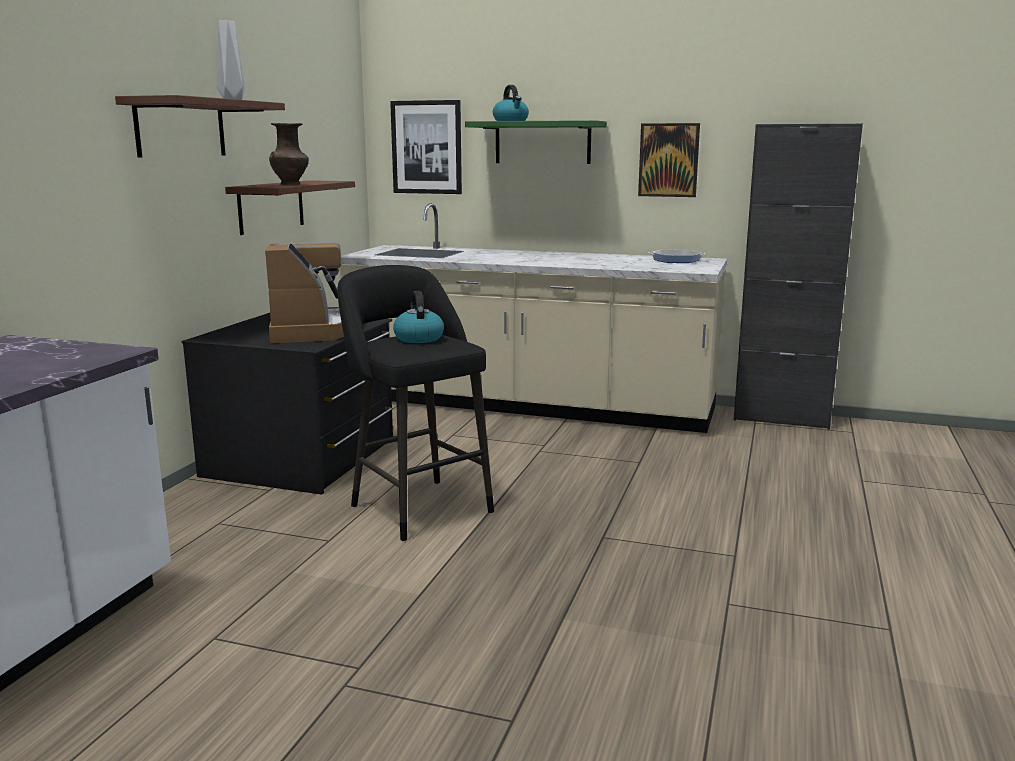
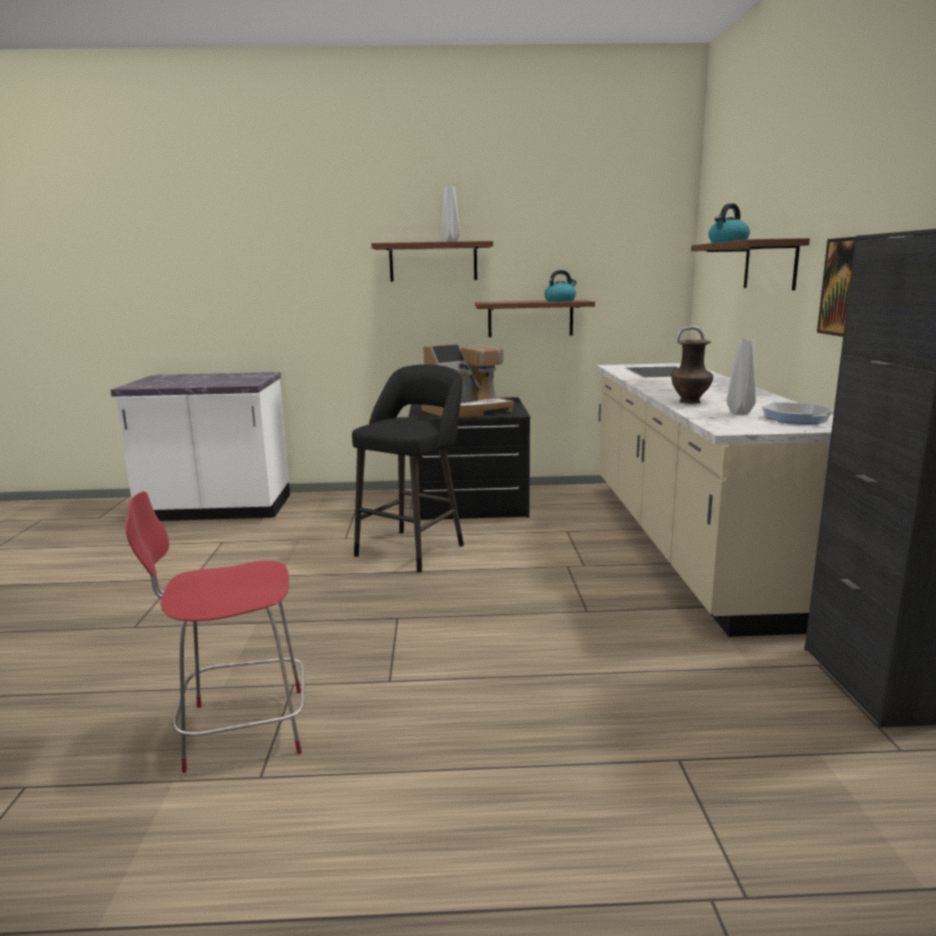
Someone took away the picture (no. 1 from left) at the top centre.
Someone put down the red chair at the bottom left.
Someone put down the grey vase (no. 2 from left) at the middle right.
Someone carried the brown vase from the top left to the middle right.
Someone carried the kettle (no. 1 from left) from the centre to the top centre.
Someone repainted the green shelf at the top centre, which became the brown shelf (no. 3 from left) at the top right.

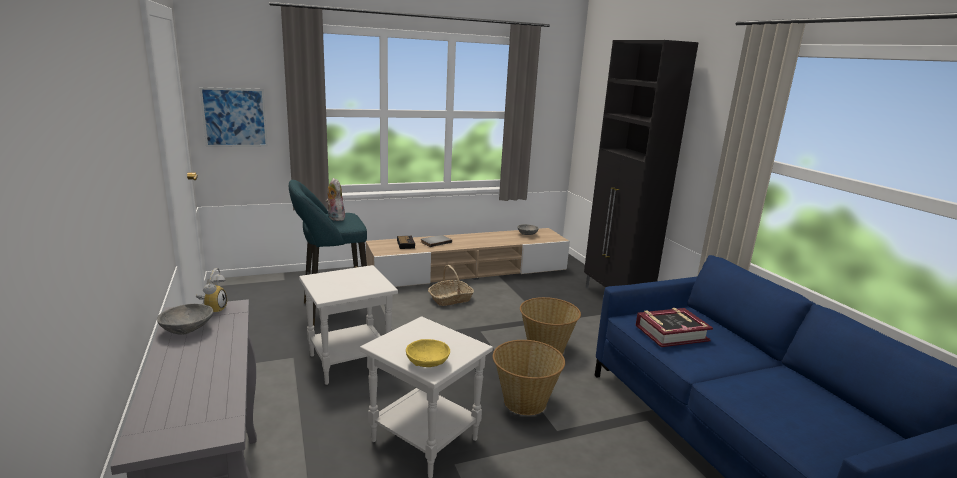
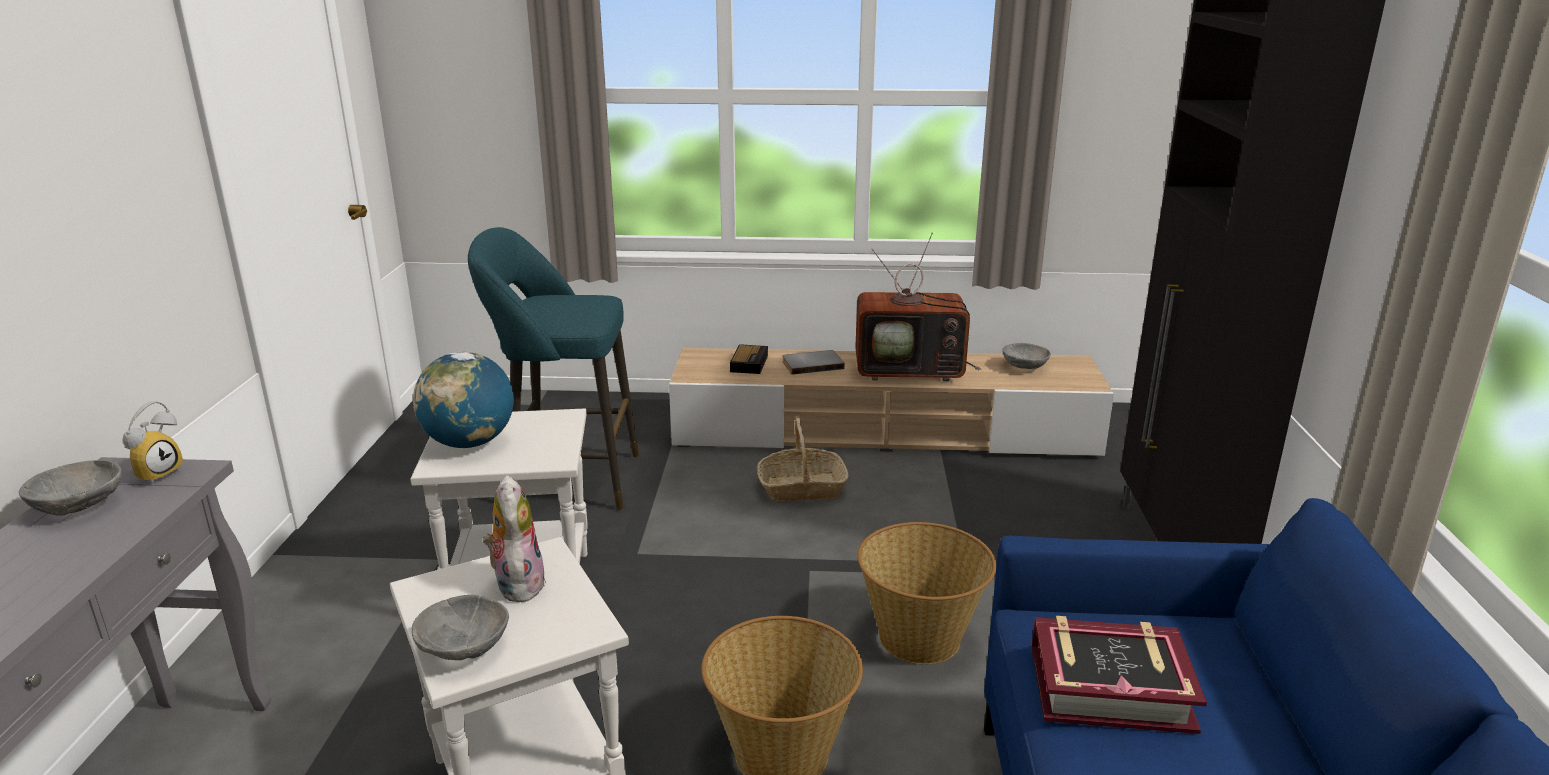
Someone took away the picture at the top left.
Someone put down the globe at the middle left.
Someone put down the television at the centre.
Someone carried the plush toy from the centre to the bottom left.
Someone repainted the yellow bowl at the bottom centre, which became the grey bowl (no. 2 from left) at the bottom left.

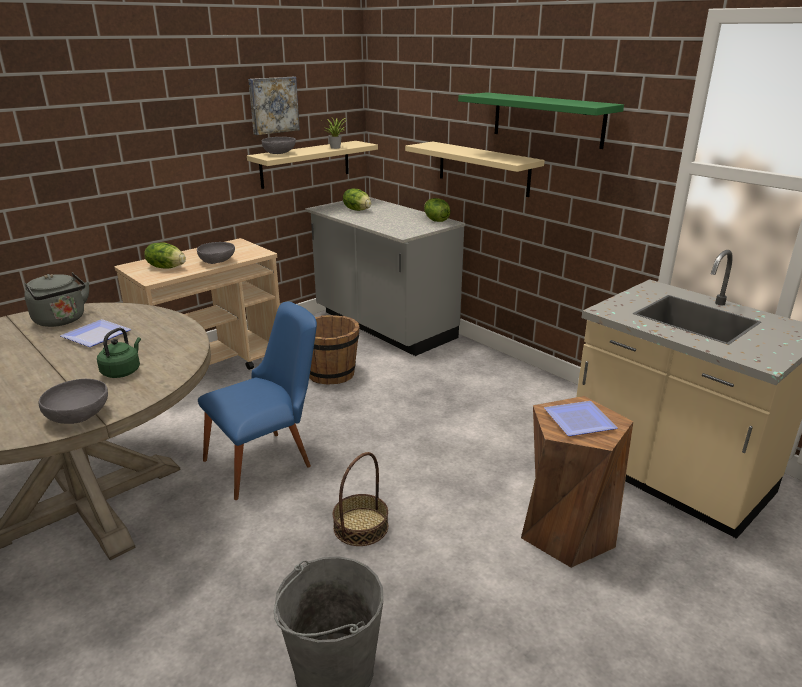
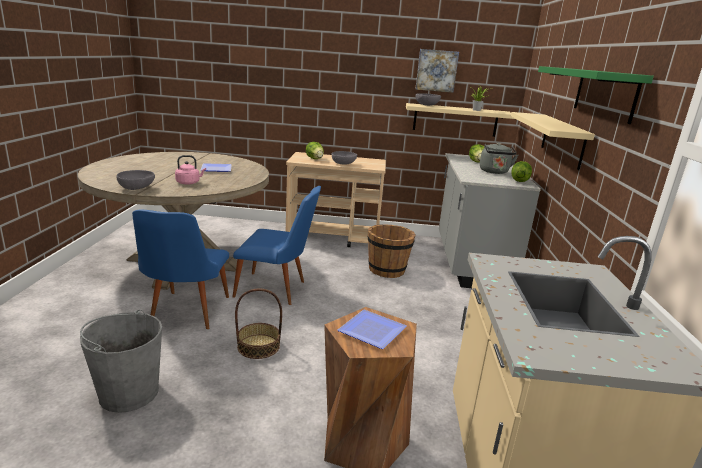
Someone put down the blue chair (no. 1 from left) at the middle left.
Someone carried the grey kettle from the middle left to the middle right.
Someone repainted the green kettle at the middle left, which became the pink kettle at the middle left.

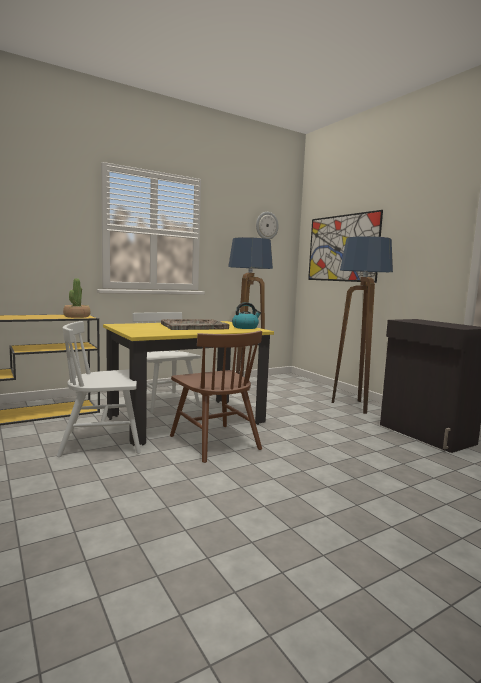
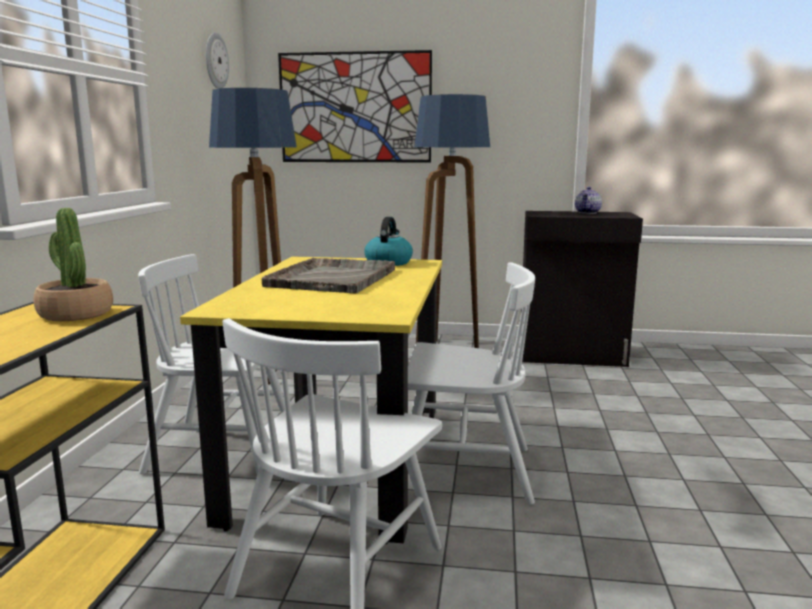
Someone put down the teapot at the top right.
Someone repainted the brown chair at the centre, which became the white chair (no. 3 from left) at the centre.

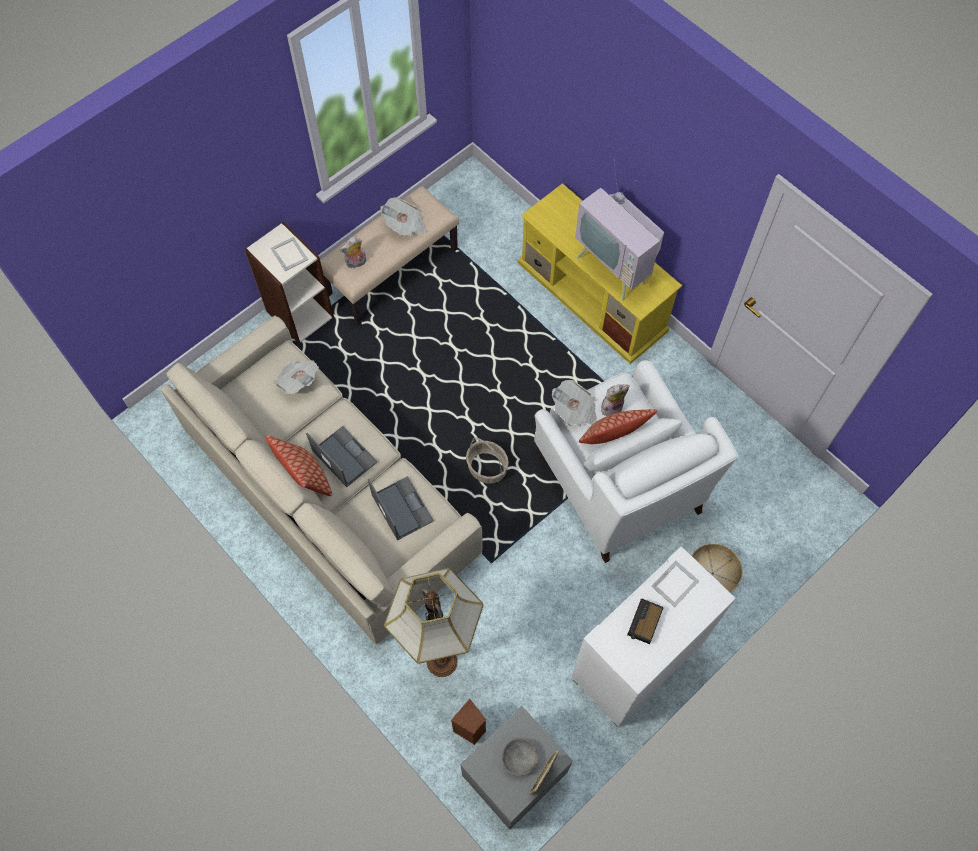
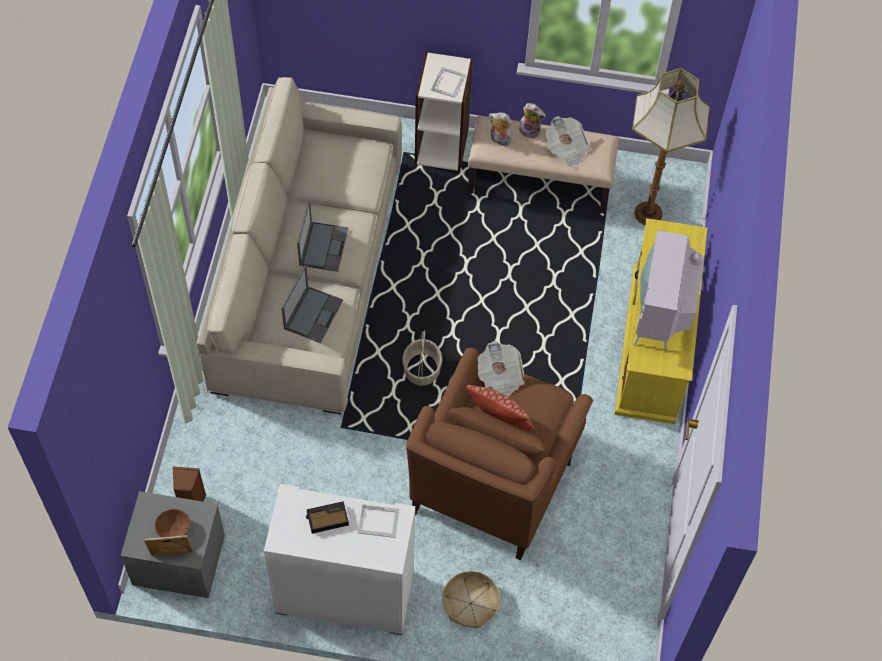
Someone took away the pillow (no. 1 from left) at the middle left.
Someone took away the newspaper (no. 1 from left) at the middle left.
Someone carried the floor lamp from the bottom centre to the top right.
Someone carried the plush toy (no. 2 from left) from the centre to the top centre.
Someone repainted the grey bowl at the bottom centre, which became the brown bowl at the bottom left.
Someone repainted the white armchair at the centre, which became the brown armchair at the bottom centre.

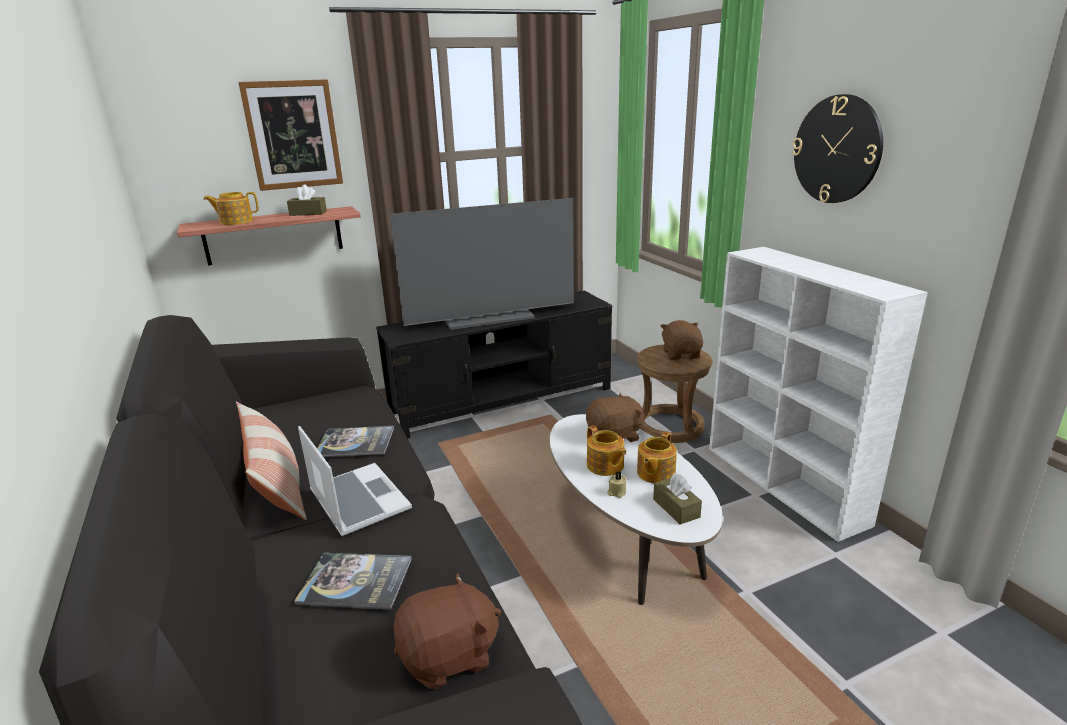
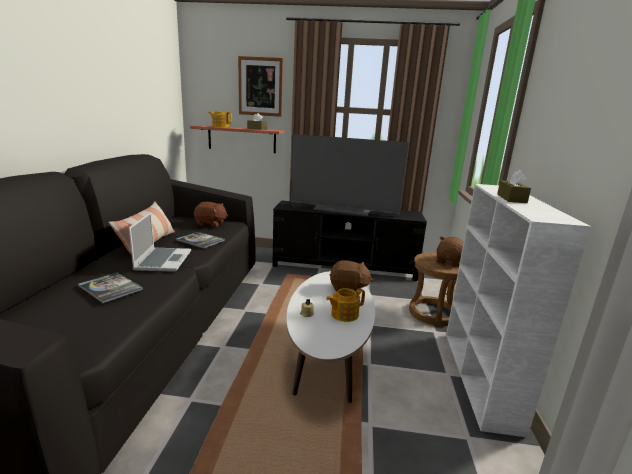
Someone took away the teapot (no. 2 from left) at the centre.
Someone took away the wall clock at the top right.
Someone carried the brown plush toy (no. 1 from left) from the bottom centre to the centre.
Someone carried the brown tissue box (no. 2 from left) from the bottom centre to the middle right.

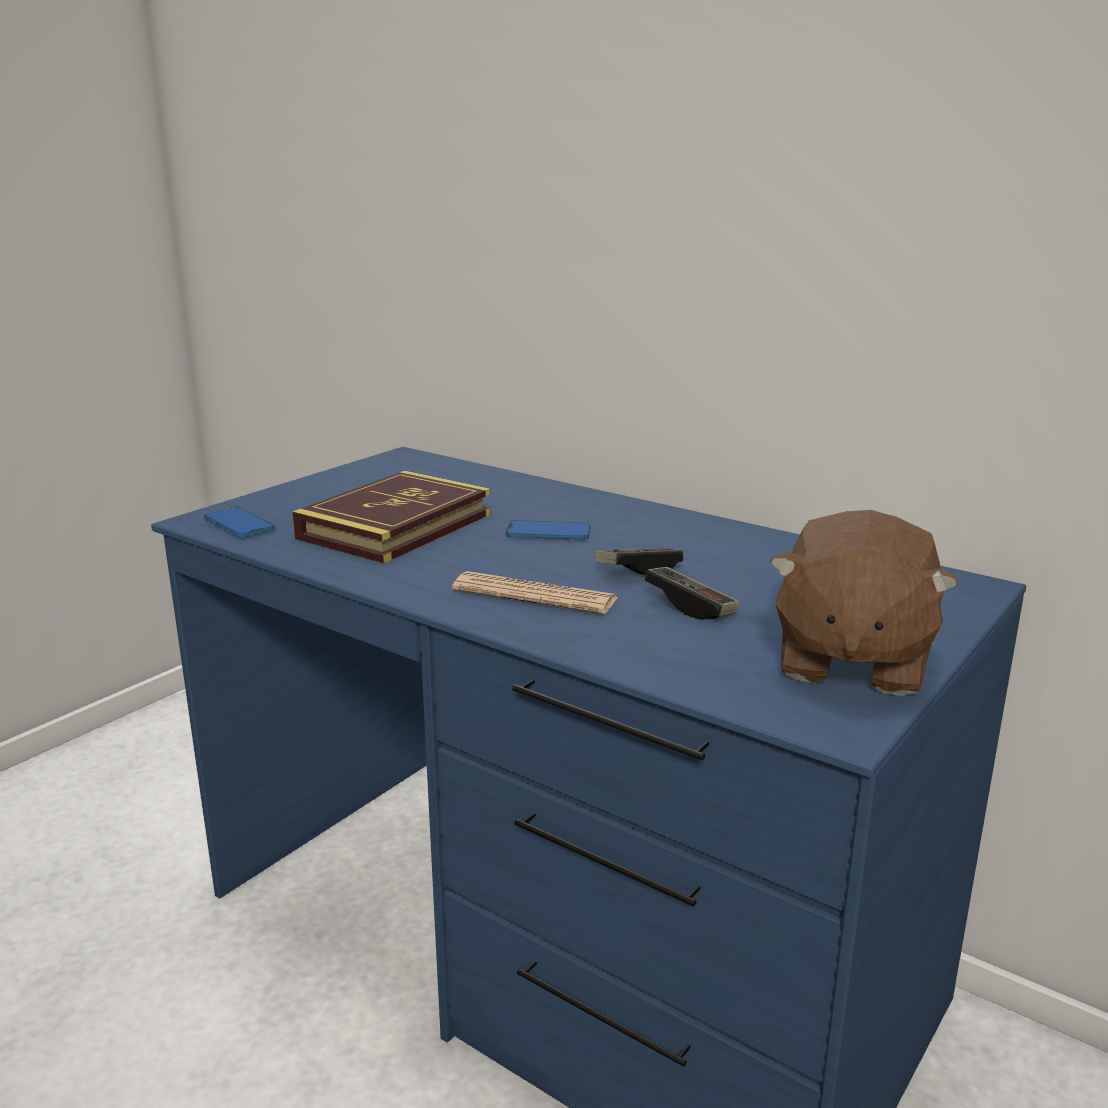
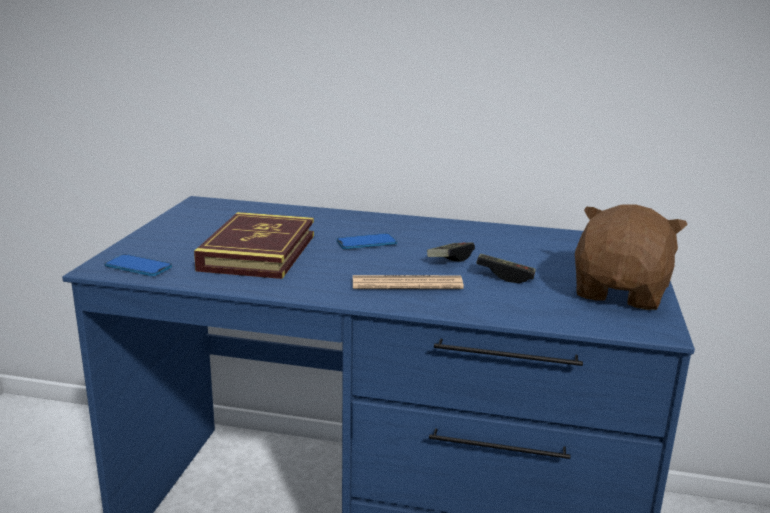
Someone rotated the brown plush toy at the middle right by 150 degrees counterclockwise.

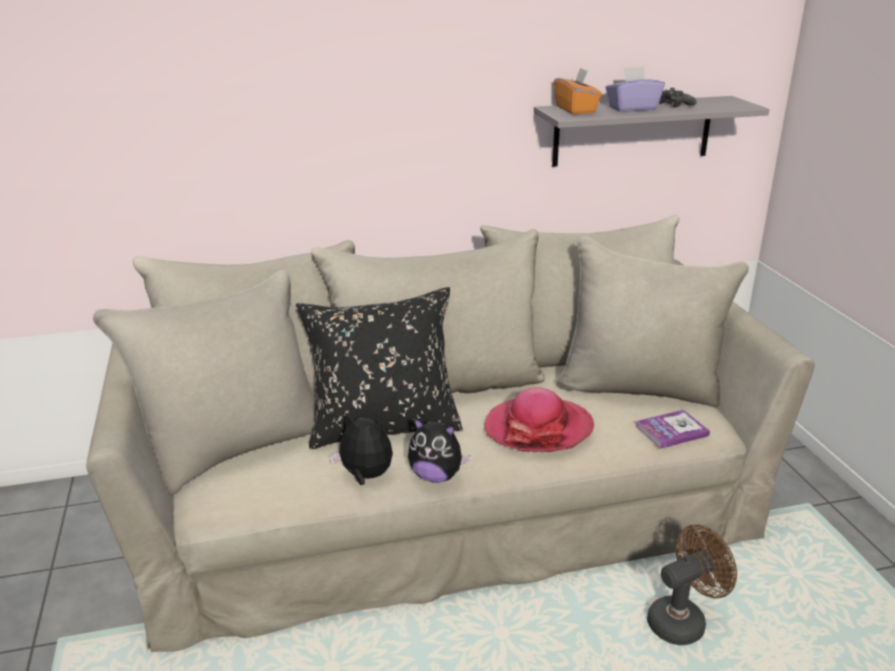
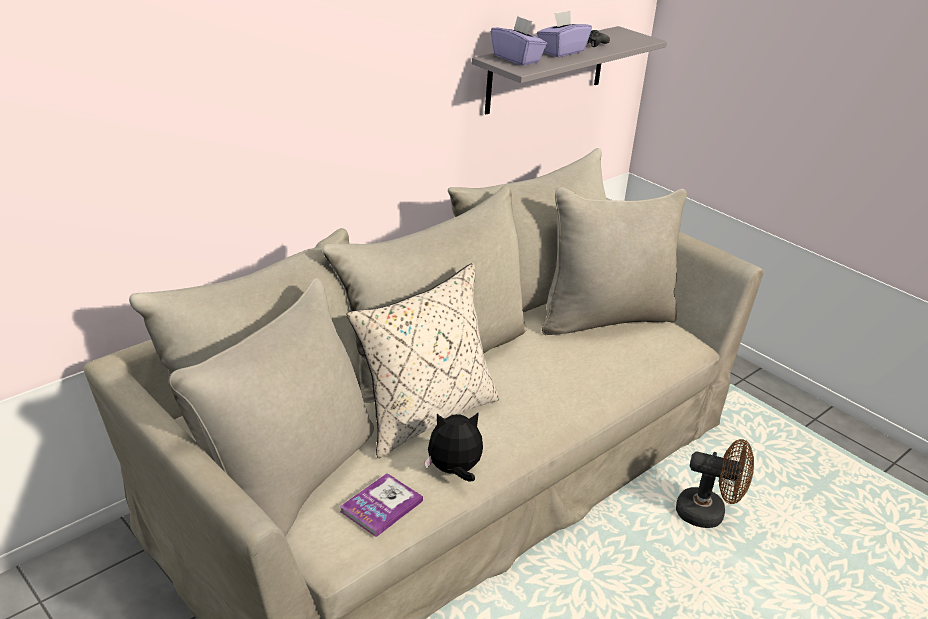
Someone took away the plush toy (no. 2 from left) at the bottom centre.
Someone took away the hat at the centre.
Someone carried the book from the middle right to the bottom centre.
Someone repainted the black pillow at the centre, which became the beige pillow at the centre.
Someone repainted the orange tissue box at the top centre, which became the purple tissue box (no. 1 from left) at the top centre.
Someone rotated the brown fan at the bottom right by 75 degrees clockwise.

